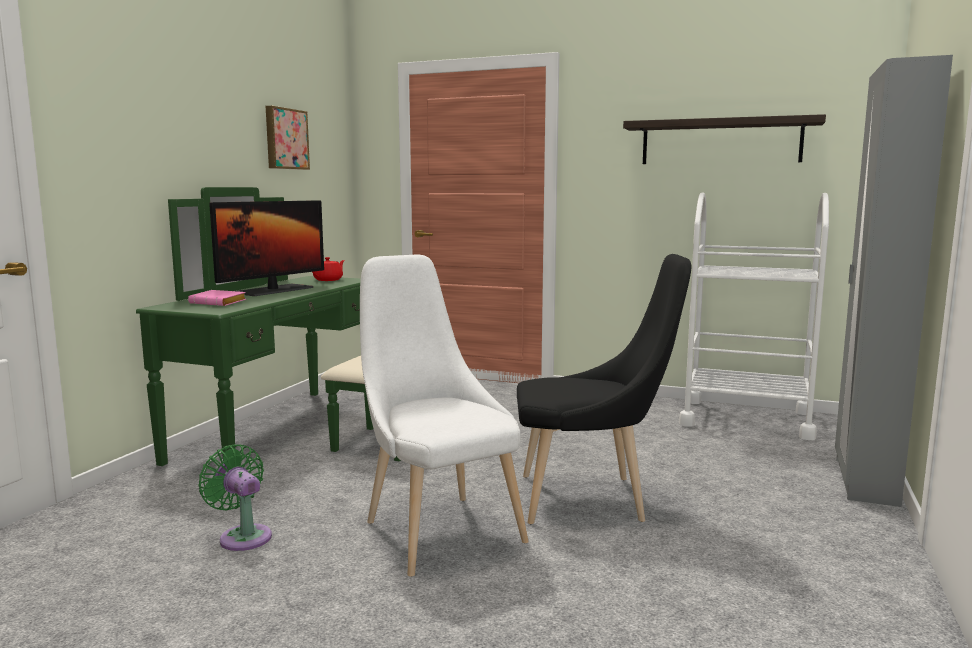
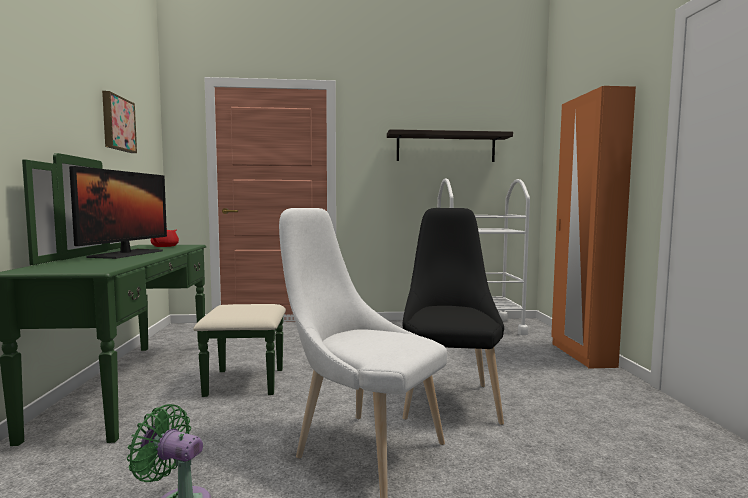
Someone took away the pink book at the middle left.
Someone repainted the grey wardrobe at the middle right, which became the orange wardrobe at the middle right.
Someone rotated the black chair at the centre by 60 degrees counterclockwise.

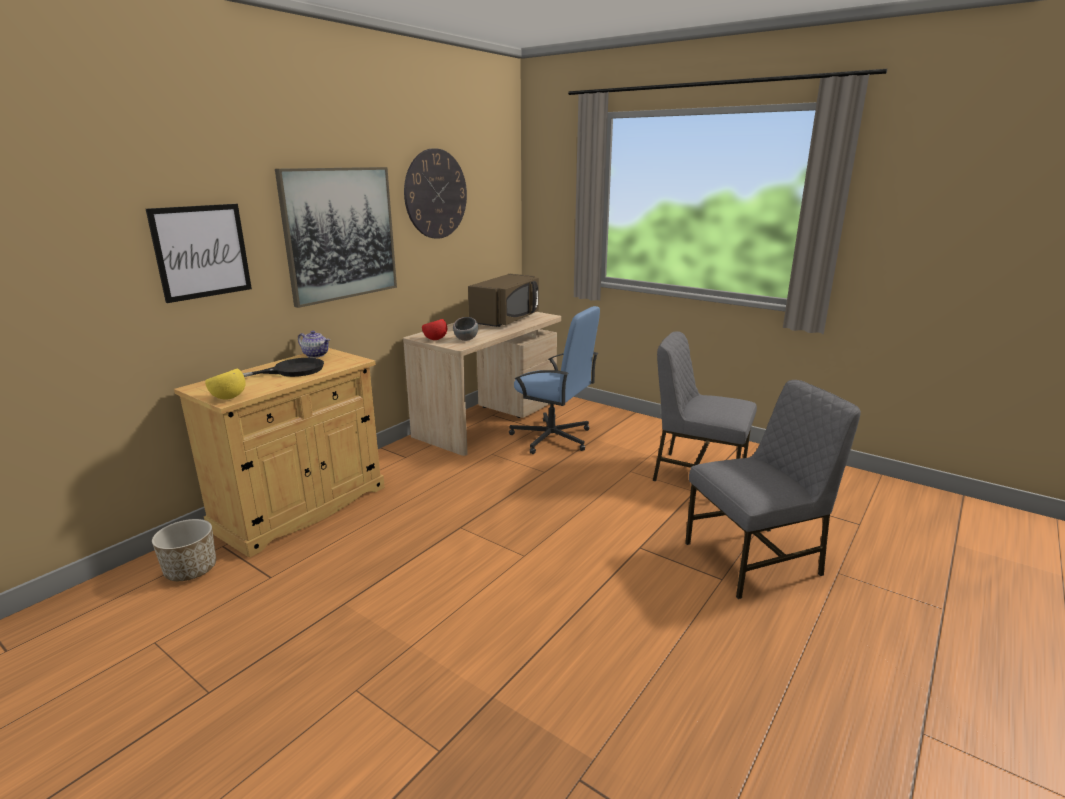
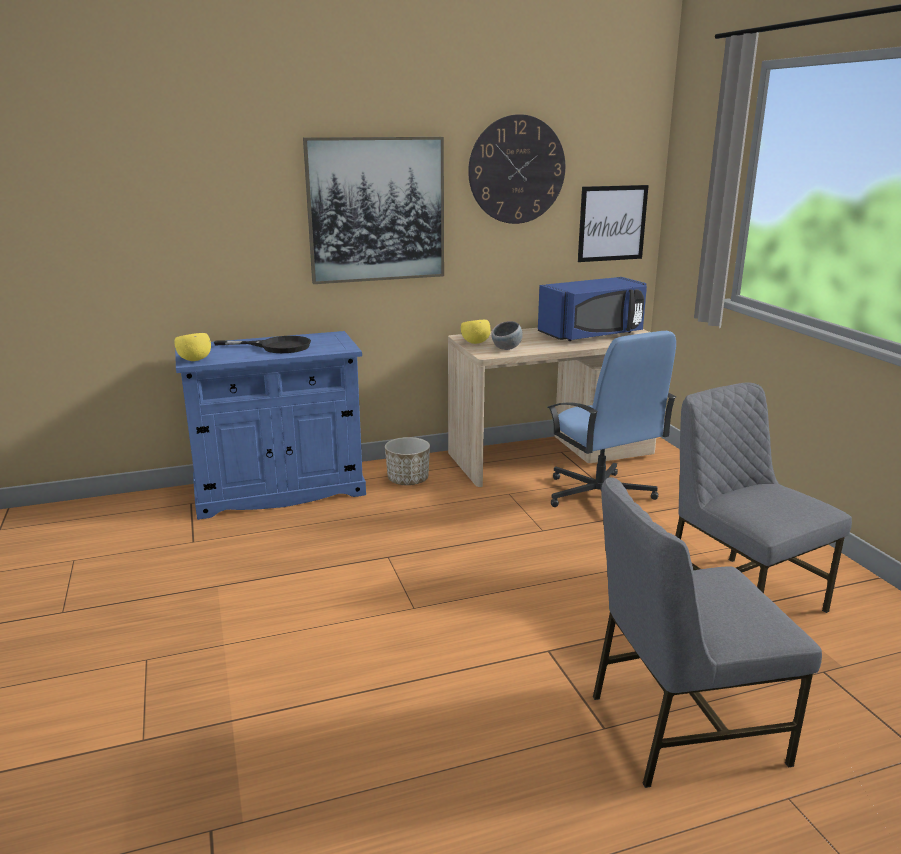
Someone took away the teapot at the middle left.
Someone carried the picture (no. 1 from left in the first image) from the top left to the top right.
Someone carried the planter from the bottom left to the centre.
Someone repainted the beige cabinet at the middle left, which became the blue cabinet at the middle left.
Someone repainted the red bowl at the centre, which became the yellow bowl (no. 2 from left) at the centre.
Someone repainted the brown microwave at the centre, which became the blue microwave at the centre.
Someone rotated the grey chair (no. 2 from left in the first image) at the middle right by 150 degrees clockwise.

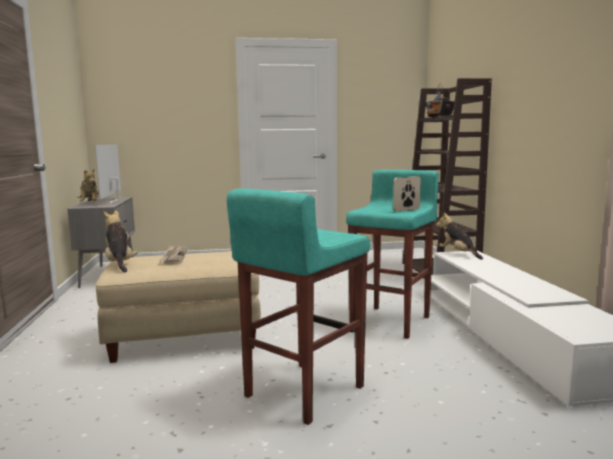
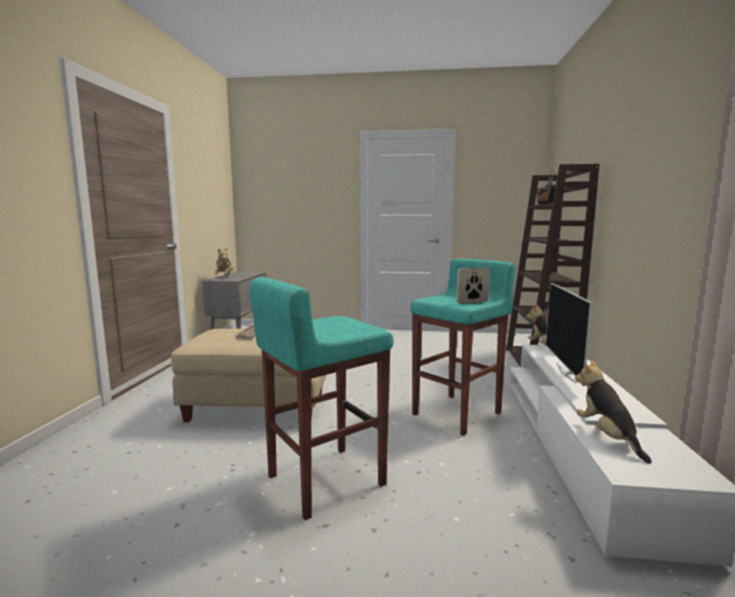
Someone carried the television from the middle left to the middle right.
Someone carried the plush toy (no. 2 from left in the first image) from the middle left to the bottom right.

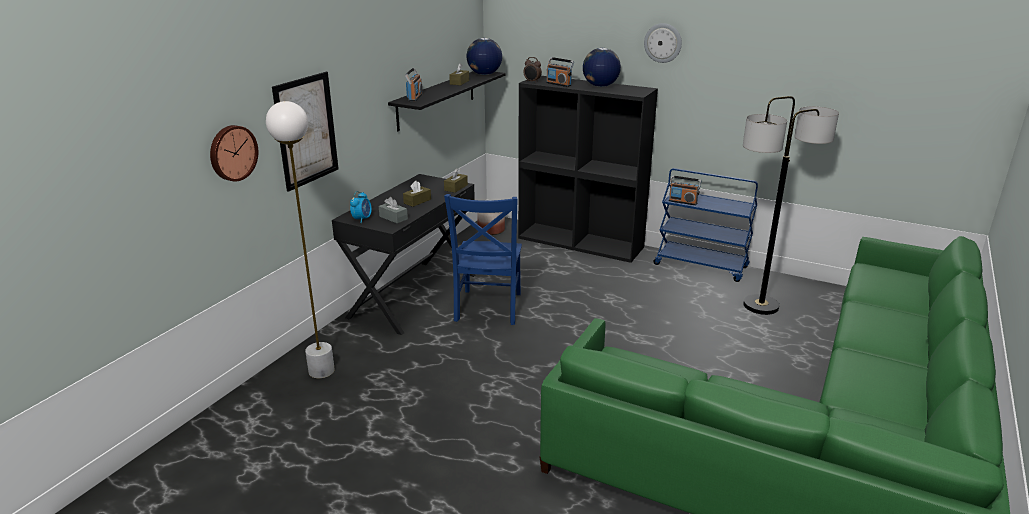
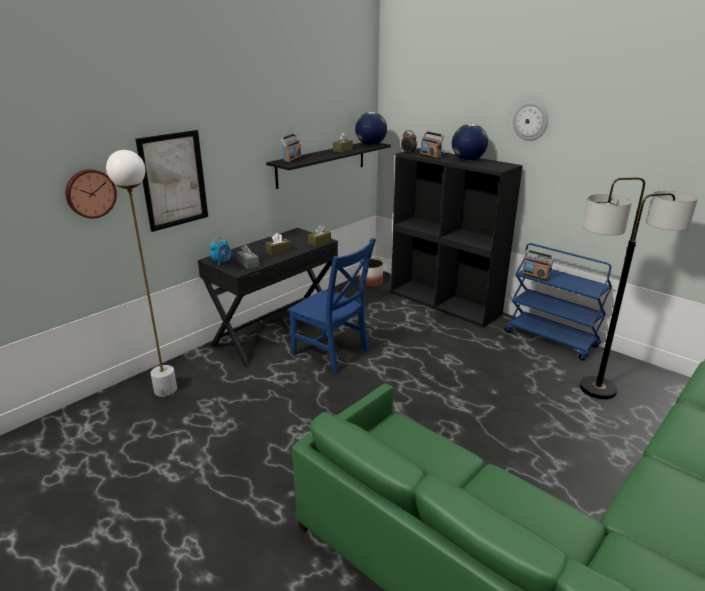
Someone rotated the blue chair at the centre by 75 degrees counterclockwise.

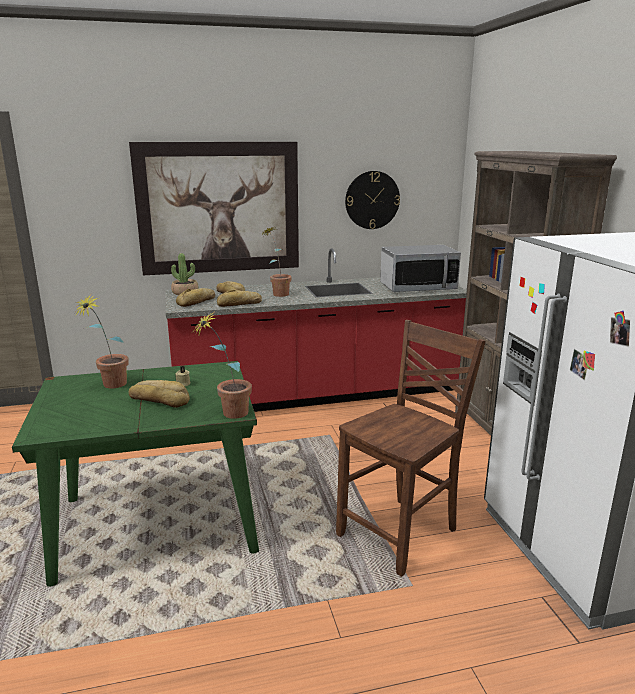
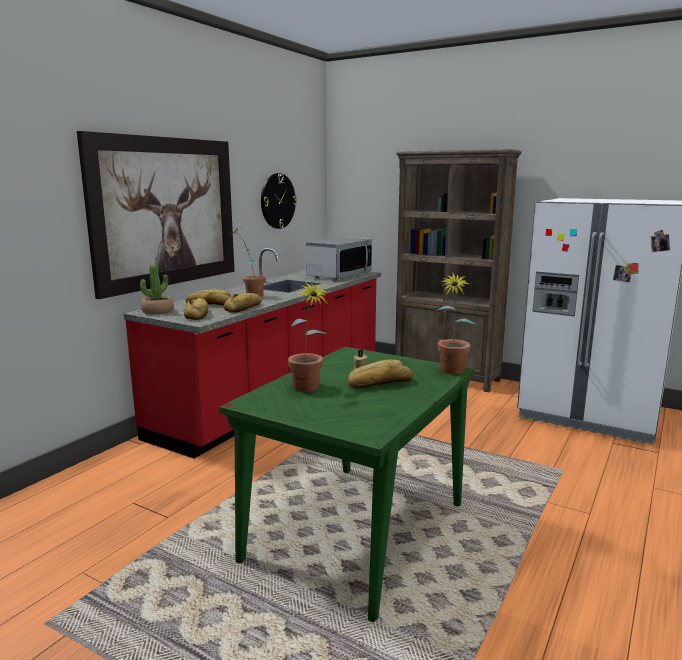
Someone took away the brown chair at the centre.

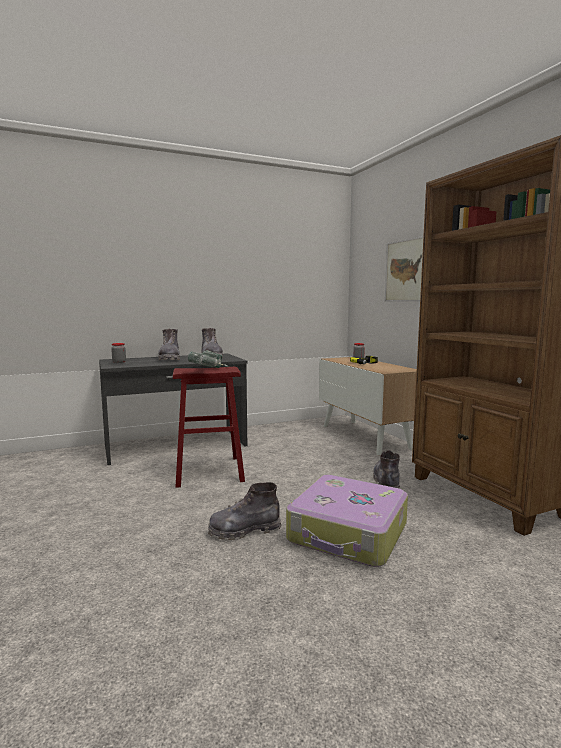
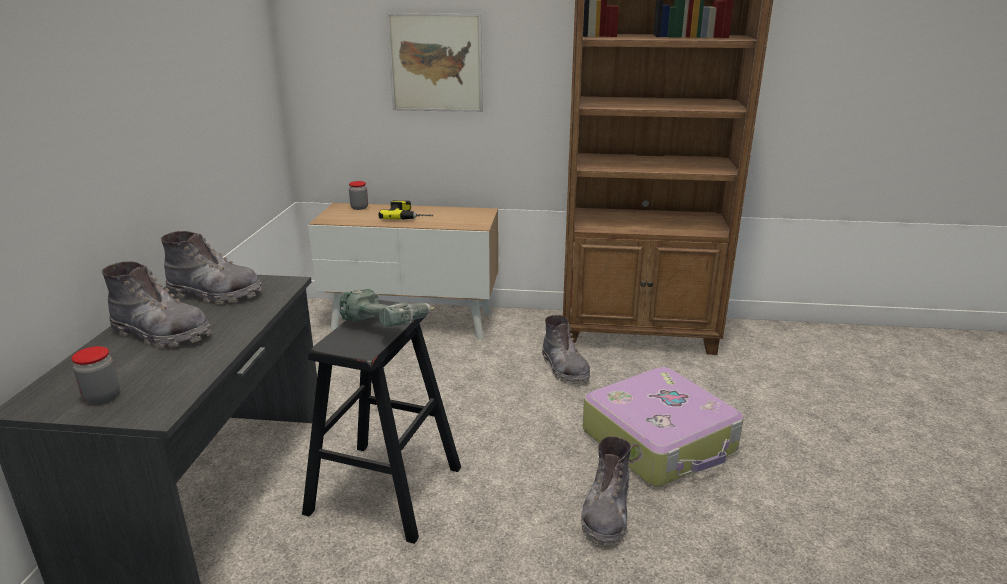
Someone repainted the red stool at the centre, which became the black stool at the bottom centre.
Someone rotated the grey boot (no. 4 from left in the first image) at the middle right by 150 degrees counterclockwise.

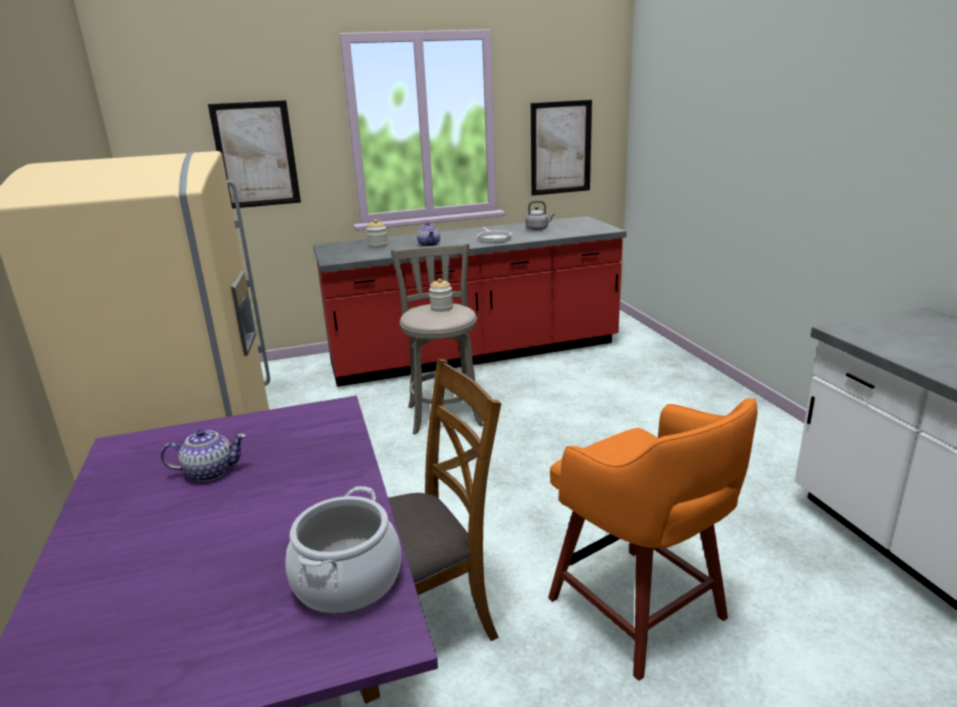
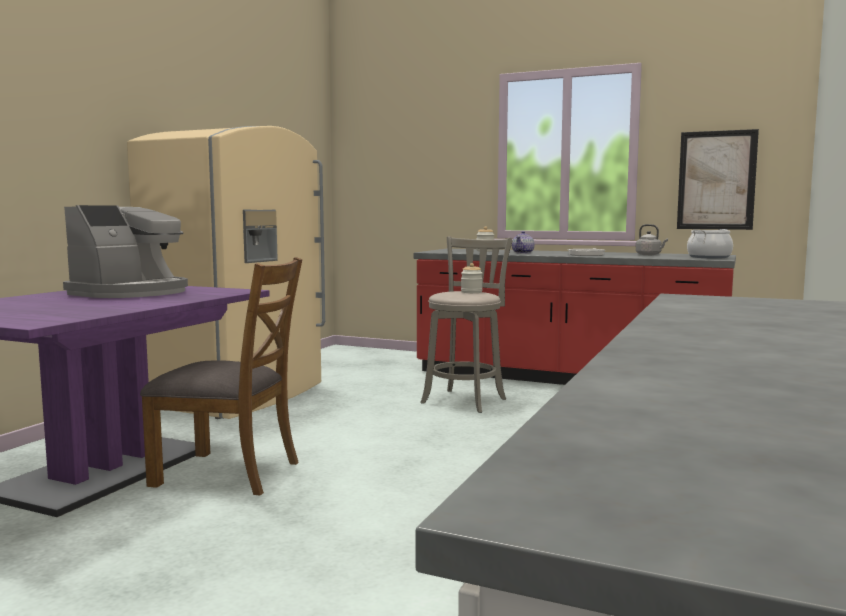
Someone took away the picture (no. 1 from left) at the top left.
Someone took away the orange stool at the bottom right.
Someone carried the cooking pot from the bottom centre to the middle right.
Someone swapped the teapot (no. 1 from left) at the middle left for the coffee machine at the middle left.

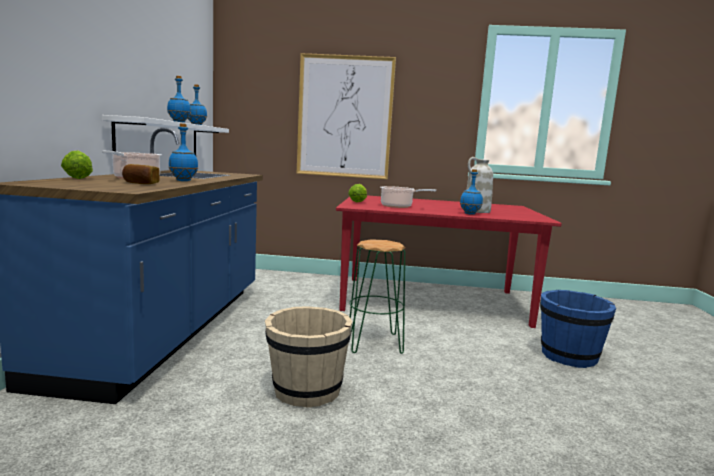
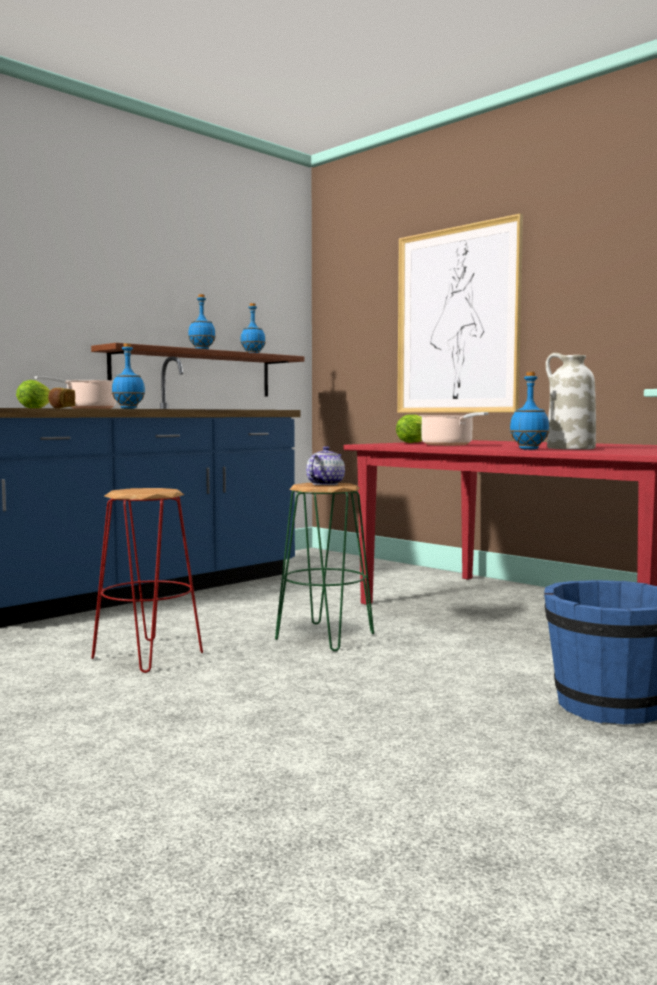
Someone put down the teapot at the centre.
Someone swapped the beige bucket at the bottom centre for the red stool at the middle left.
Someone repainted the white shelf at the top left, which became the brown shelf at the middle left.

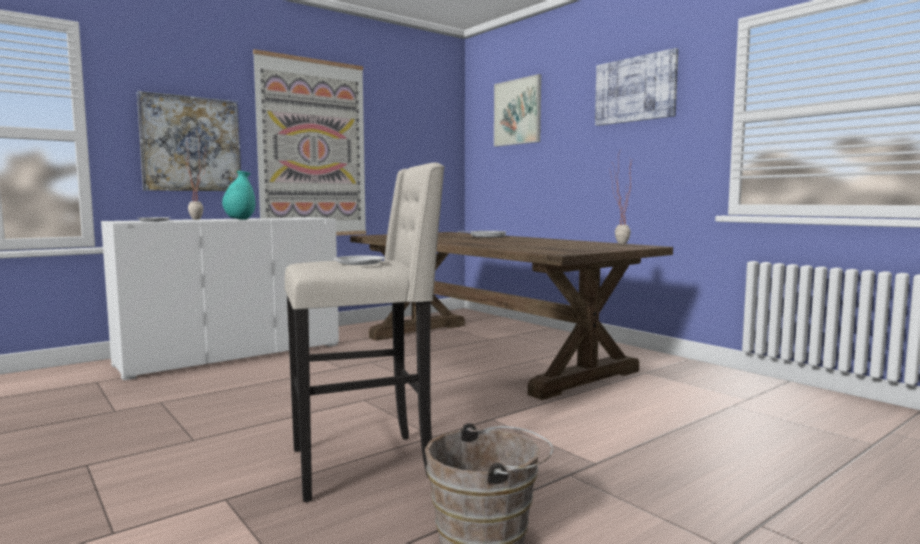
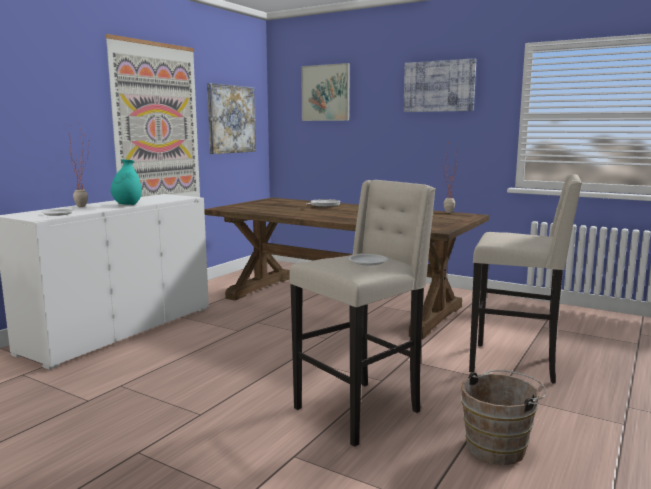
Someone put down the beige stool (no. 2 from left) at the middle right.
Someone carried the picture (no. 1 from left in the first image) from the top left to the top centre.

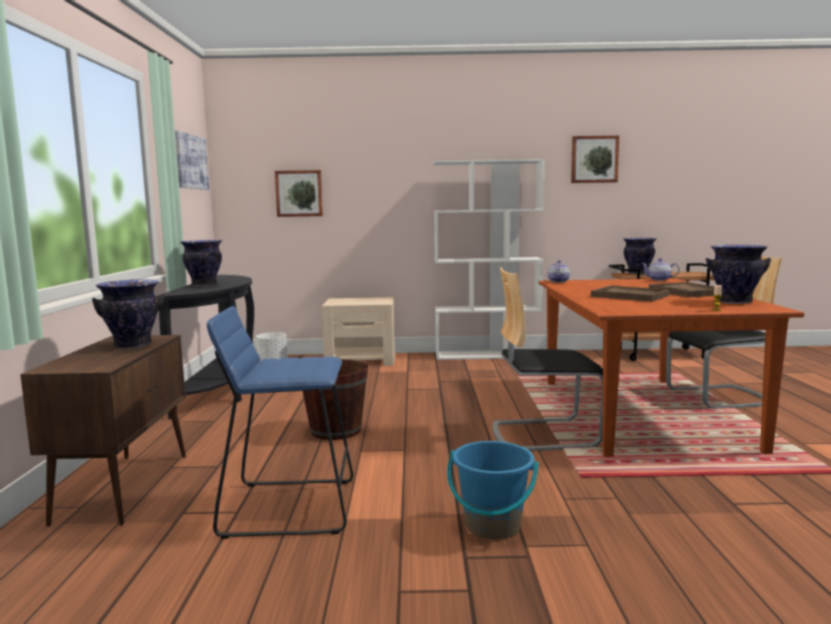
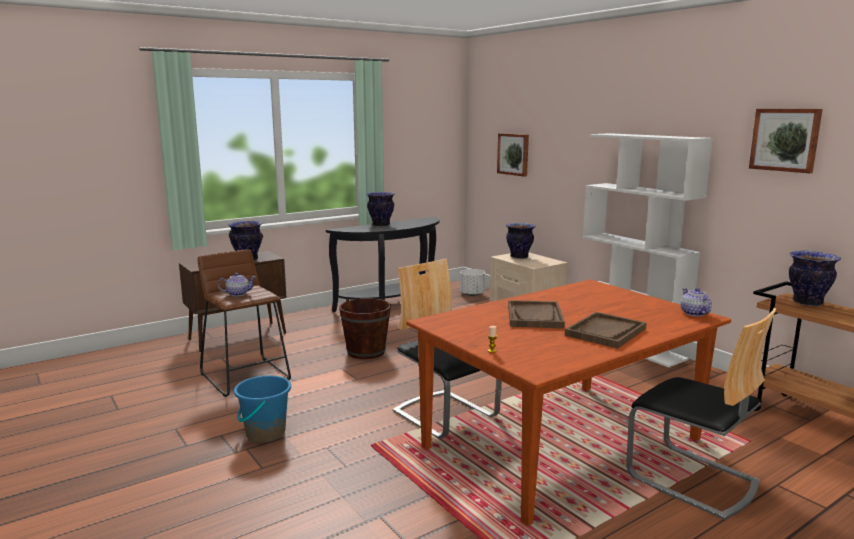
Someone took away the picture (no. 1 from left) at the top left.
Someone carried the teapot (no. 1 from left) from the middle right to the middle left.
Someone carried the vase (no. 4 from left in the first image) from the middle right to the centre.
Someone repainted the blue stool at the bottom centre, which became the brown stool at the middle left.

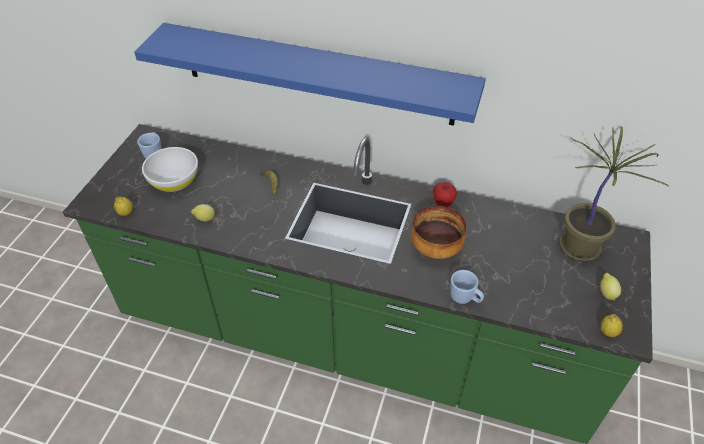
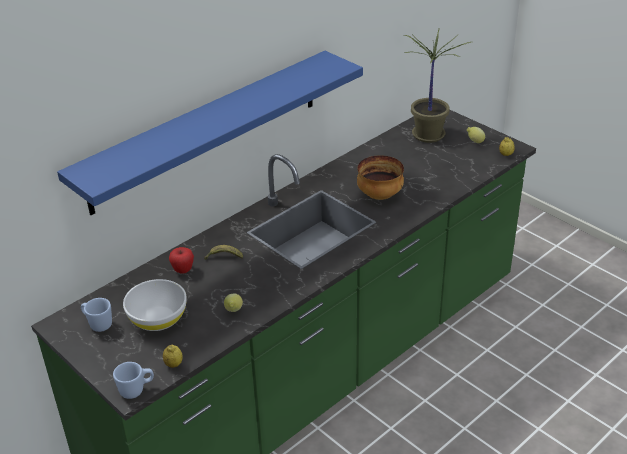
Someone carried the apple from the centre to the middle left.
Someone carried the blue mug (no. 2 from left) from the centre to the bottom left.

